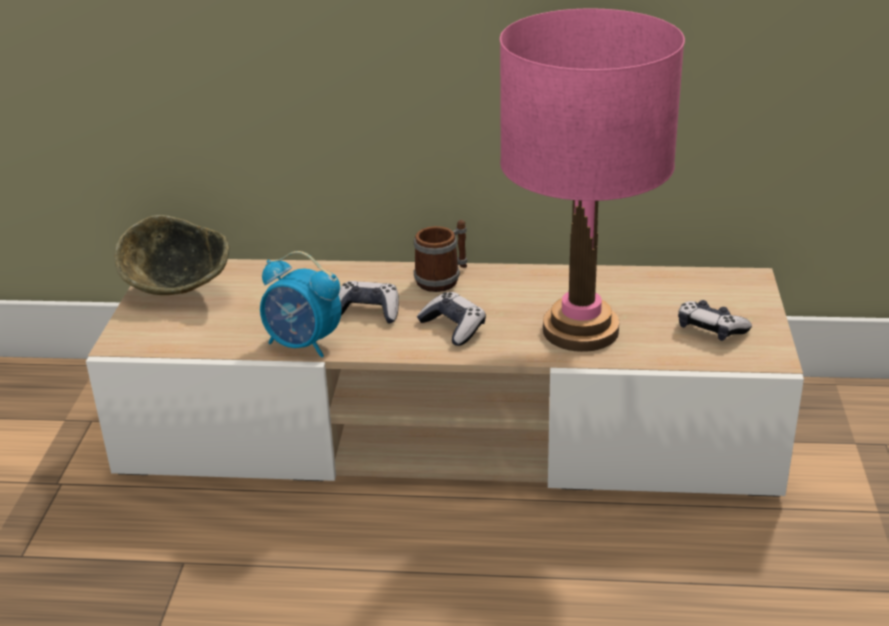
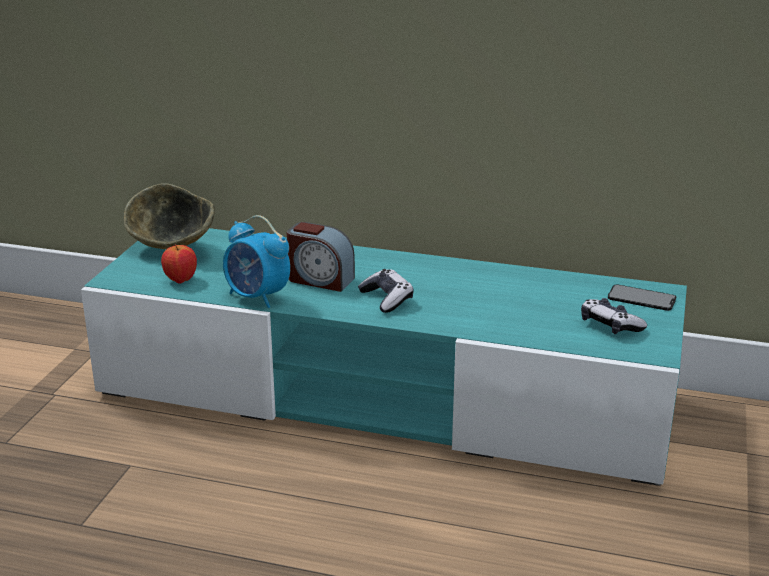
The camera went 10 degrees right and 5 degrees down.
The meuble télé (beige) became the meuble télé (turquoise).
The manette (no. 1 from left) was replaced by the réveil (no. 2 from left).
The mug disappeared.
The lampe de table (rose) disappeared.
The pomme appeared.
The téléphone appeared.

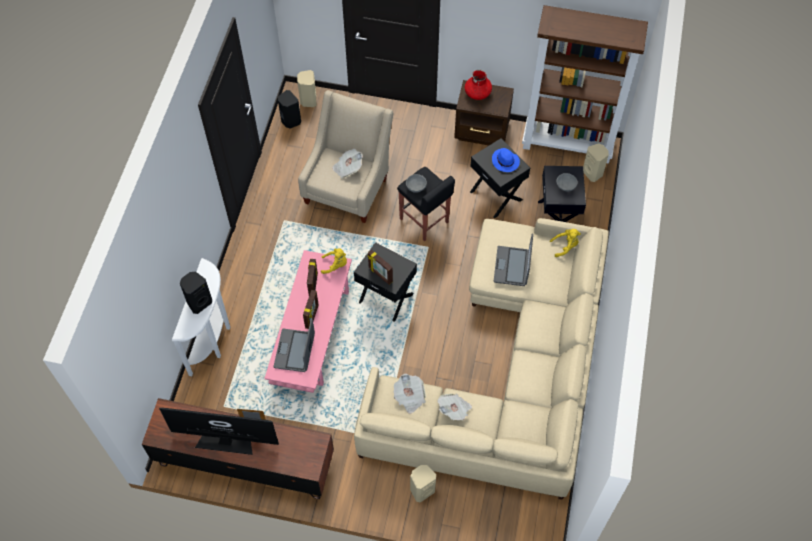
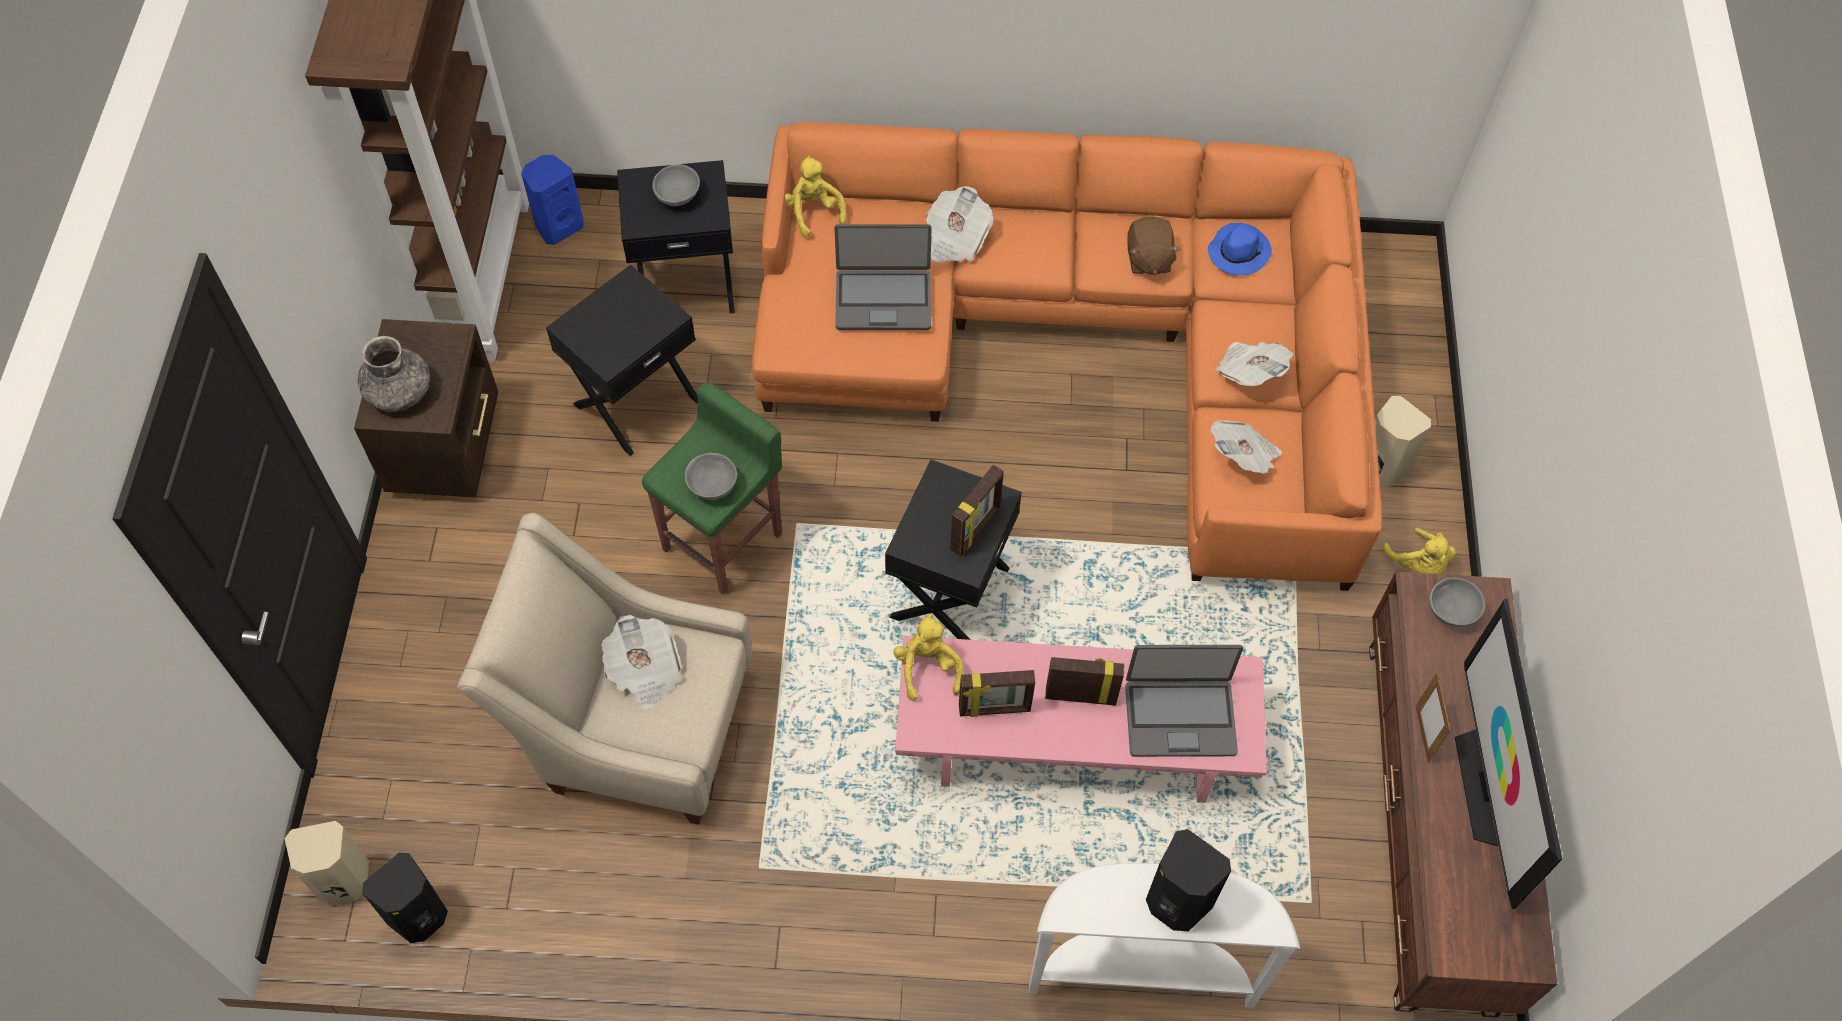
The camera went 100 degrees left and 0 degrees up.
The canapé (beige) became the canapé (orange).
The tabouret (noir) became the tabouret (vert).
The vase (rouge) became the vase (gris).
The chapeau (bleu) moved.
The enceinte (beige) (no. 3 from left) became the enceinte (bleu).
The journal (no. 2 from left) appeared.
The peluche (marron) appeared.
The peluche (jaune) (no. 3 from left) appeared.
The bol (gris) (no. 3 from left) appeared.

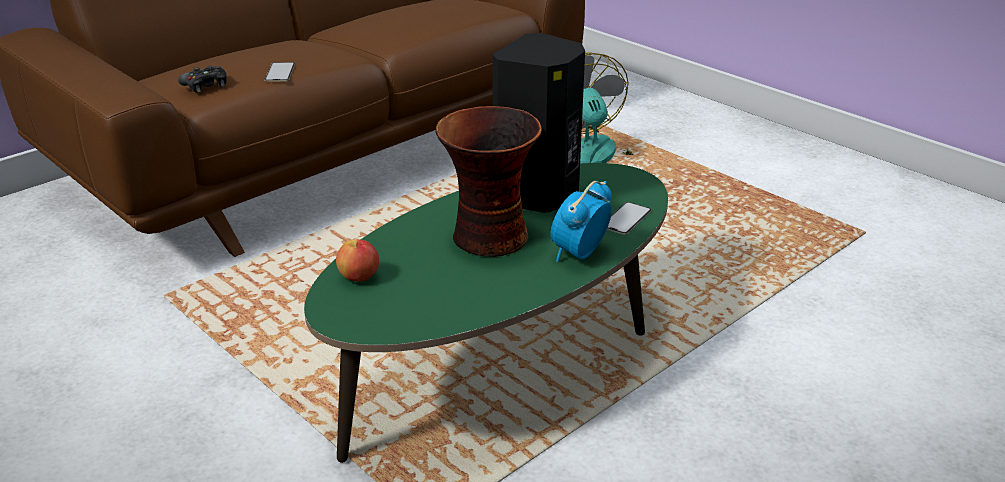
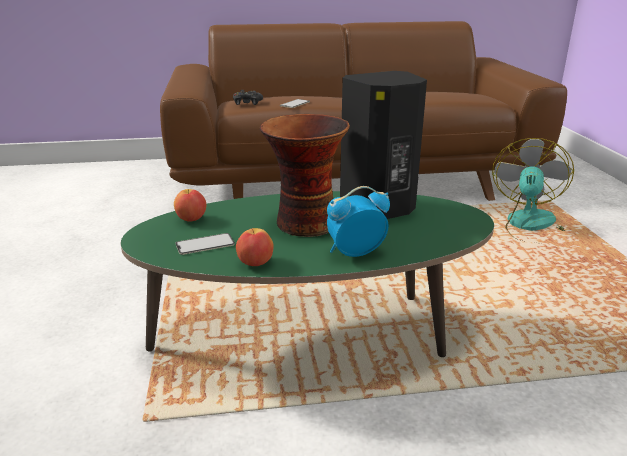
The camera went 35 degrees right and 5 degrees down.
The téléphone (no. 2 from left in the first image) moved.
The pomme (no. 2 from left) appeared.

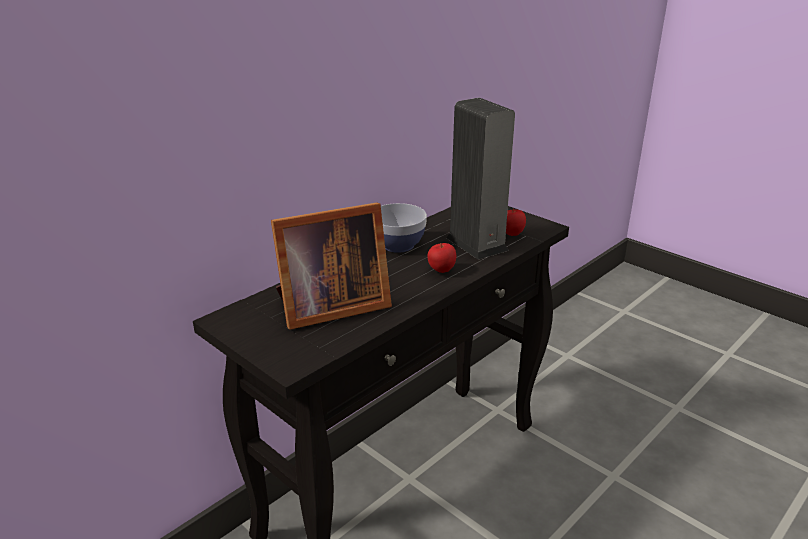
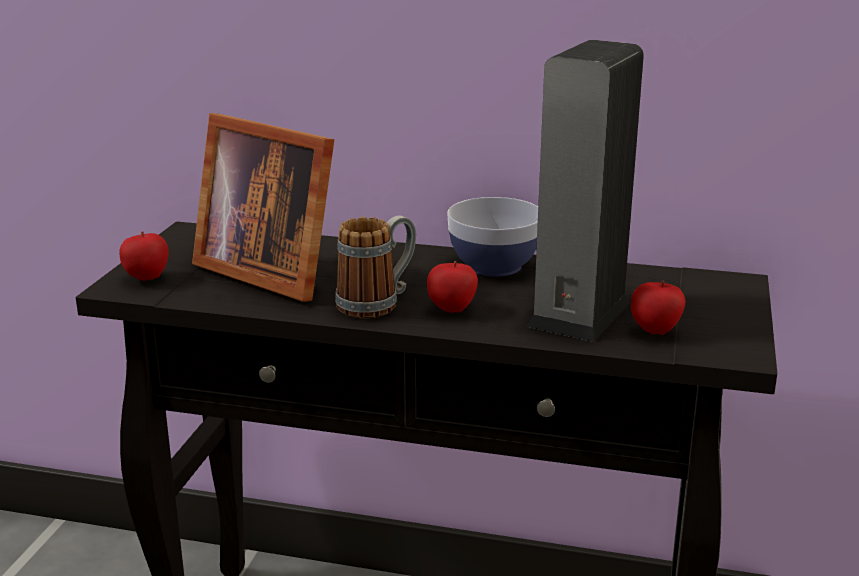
The camera went 60 degrees right and 5 degrees down.
The pomme (no. 1 from left) appeared.
The mug appeared.

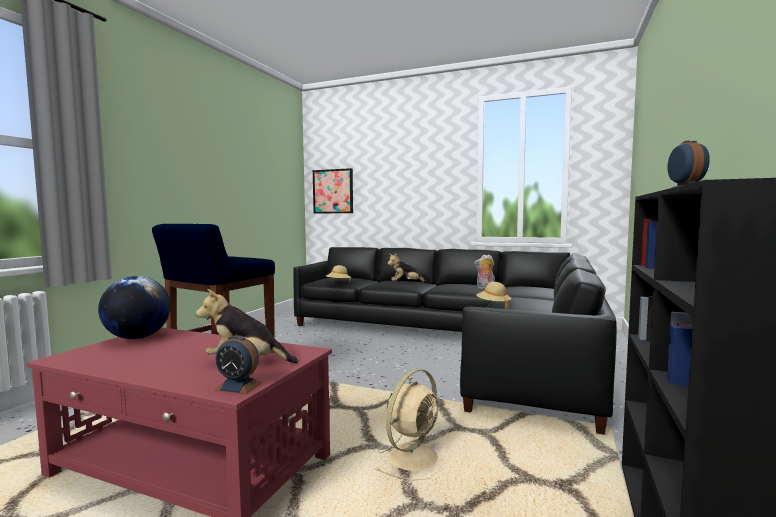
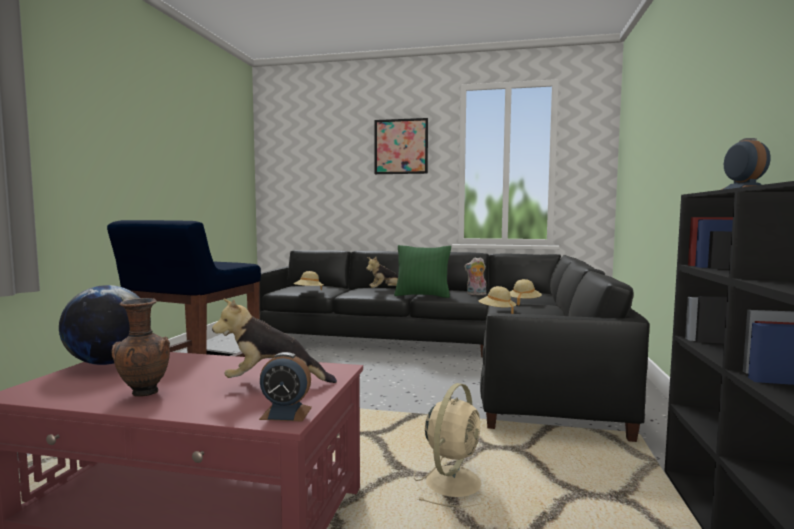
The camera went 10 degrees left and 0 degrees up.
The tableau moved.
The vase (marron) appeared.
The coussin (vert) appeared.
The chapeau (beige) (no. 3 from left) appeared.

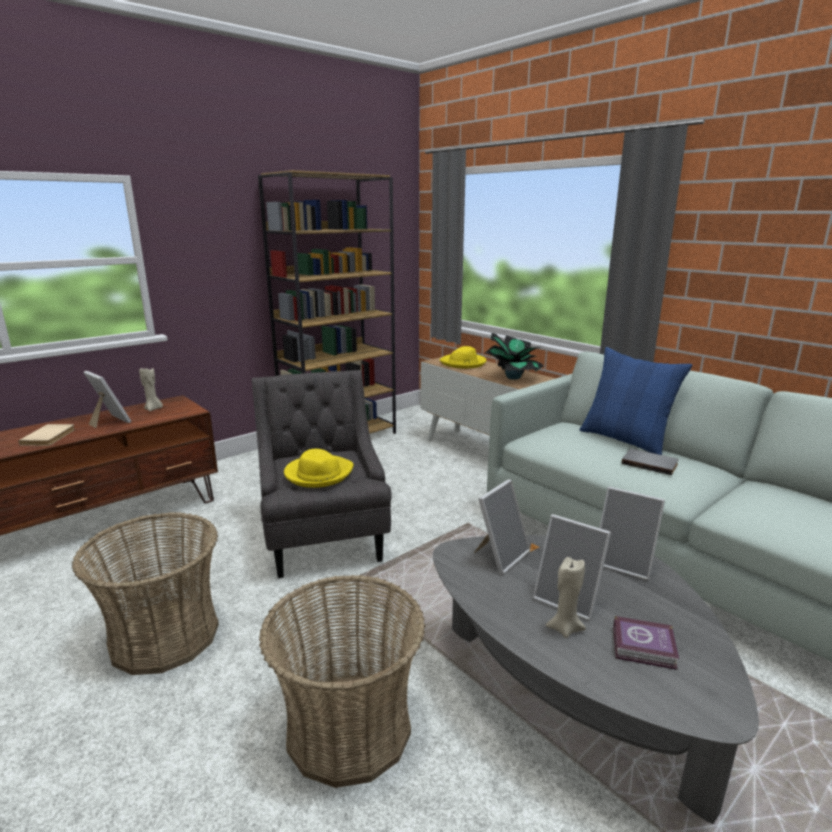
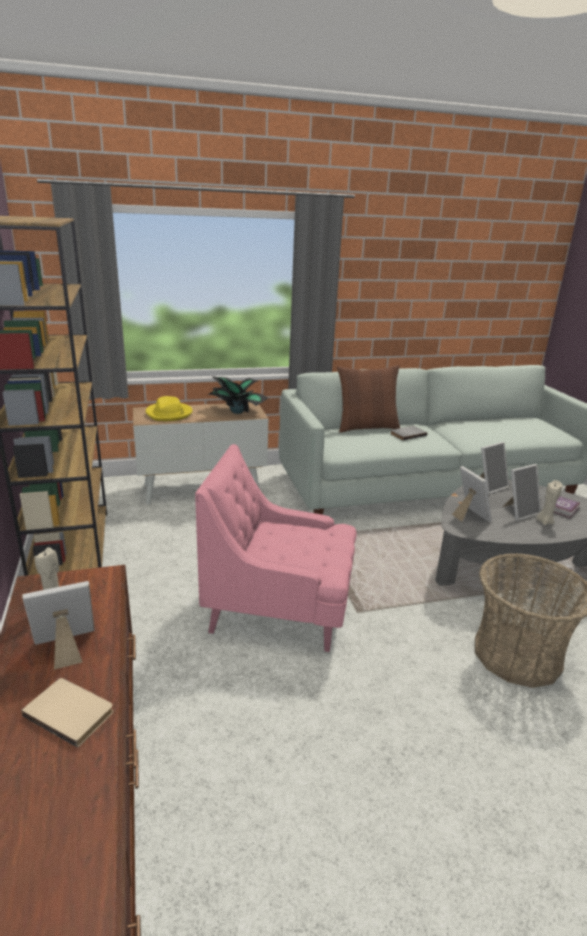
The camera went 65 degrees left and 5 degrees up.
The panier (no. 1 from left) disappeared.
The fauteuil (gris) became the fauteuil (rose).
The chapeau (jaune) (no. 1 from left) disappeared.
The coussin (bleu) became the coussin (marron).

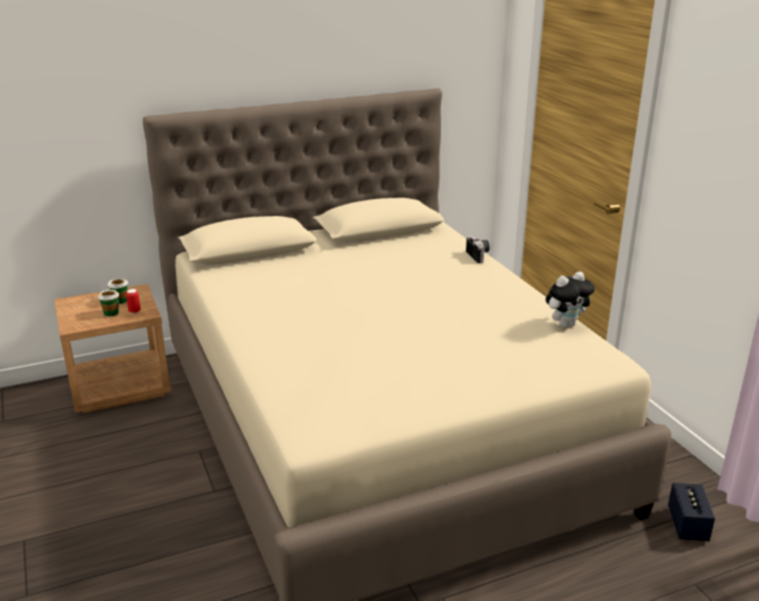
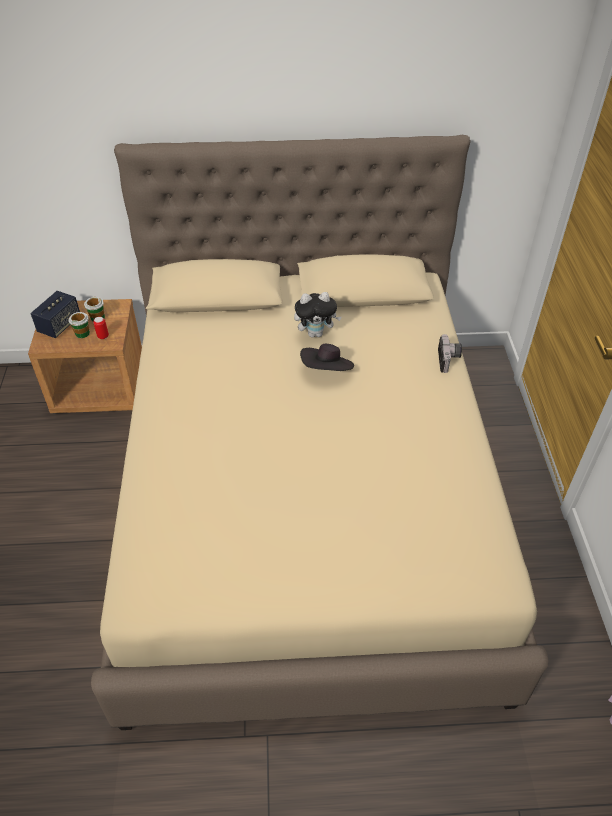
The camera went 20 degrees right and 20 degrees up.
The peluche moved.
The enceinte moved.
The chapeau (noir) appeared.

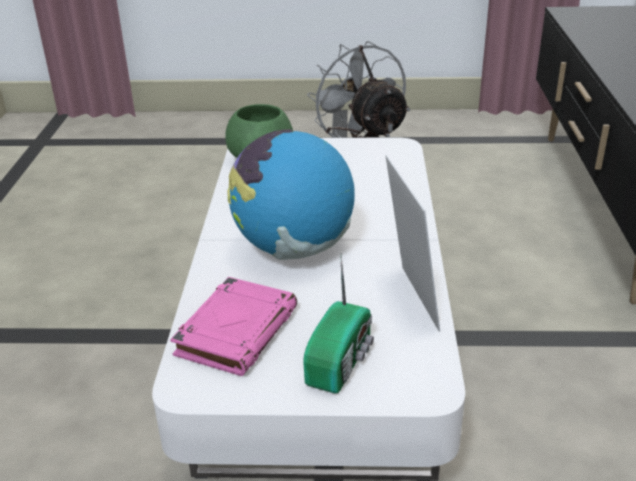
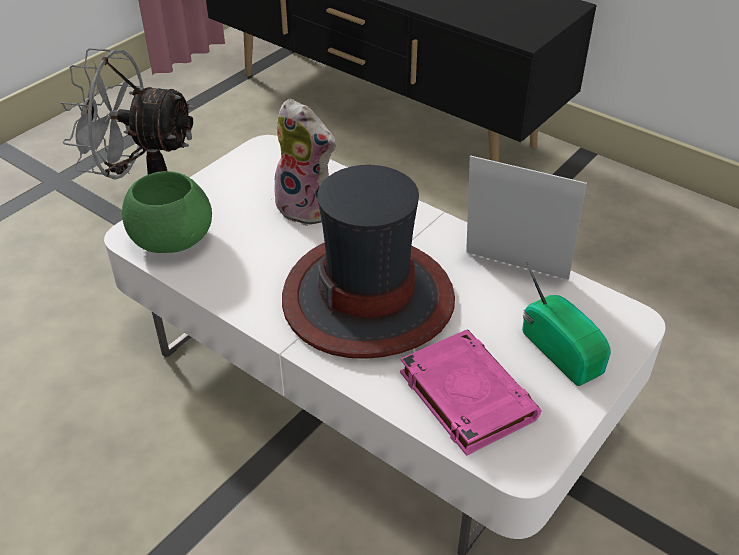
The camera went 55 degrees left and 10 degrees up.
The globe was replaced by the chapeau.
The peluche appeared.

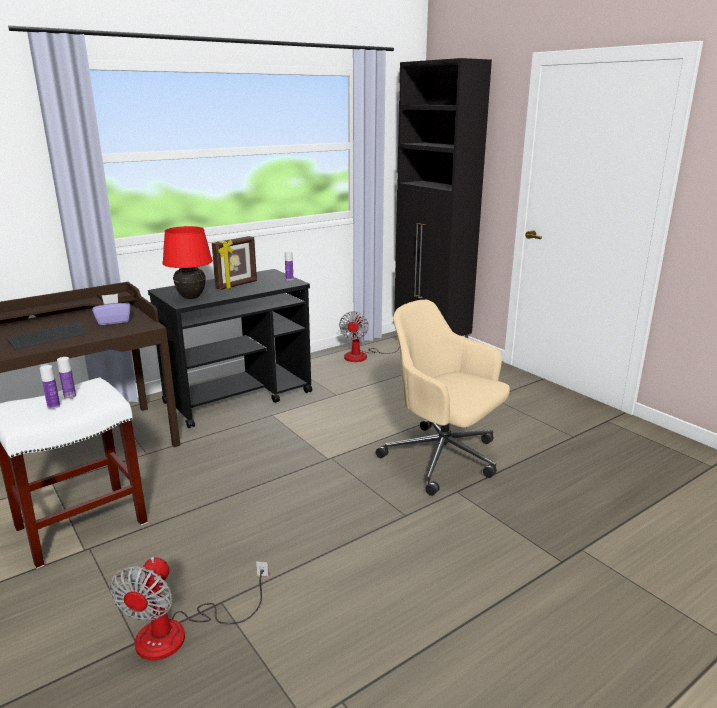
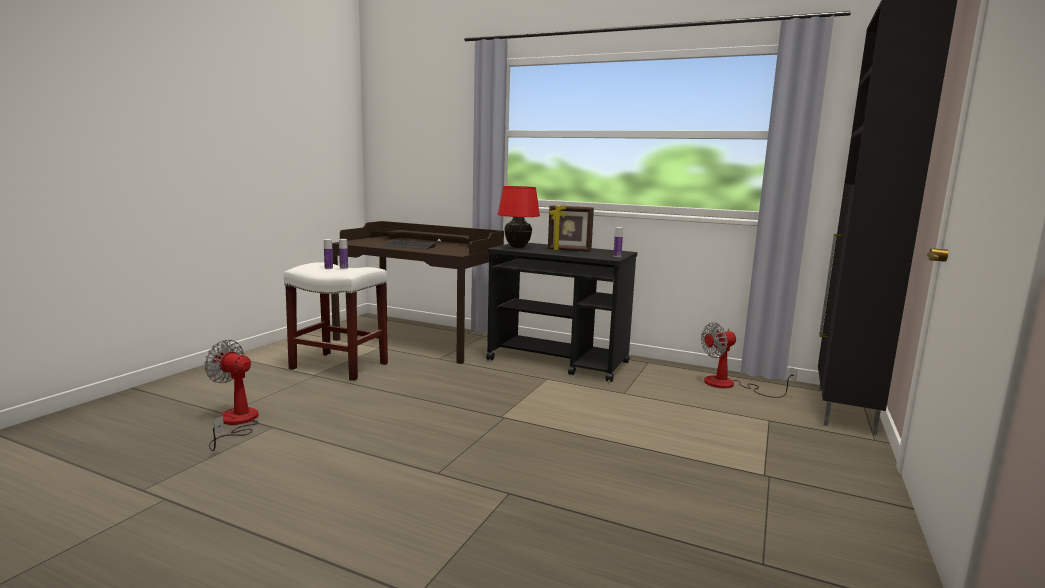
The camera went 60 degrees right and 10 degrees down.
The boîte à mouchoirs (violet) disappeared.
The ventilateur (no. 1 from left) turned 45 degrees clockwise.
The chaise de bureau (beige) disappeared.

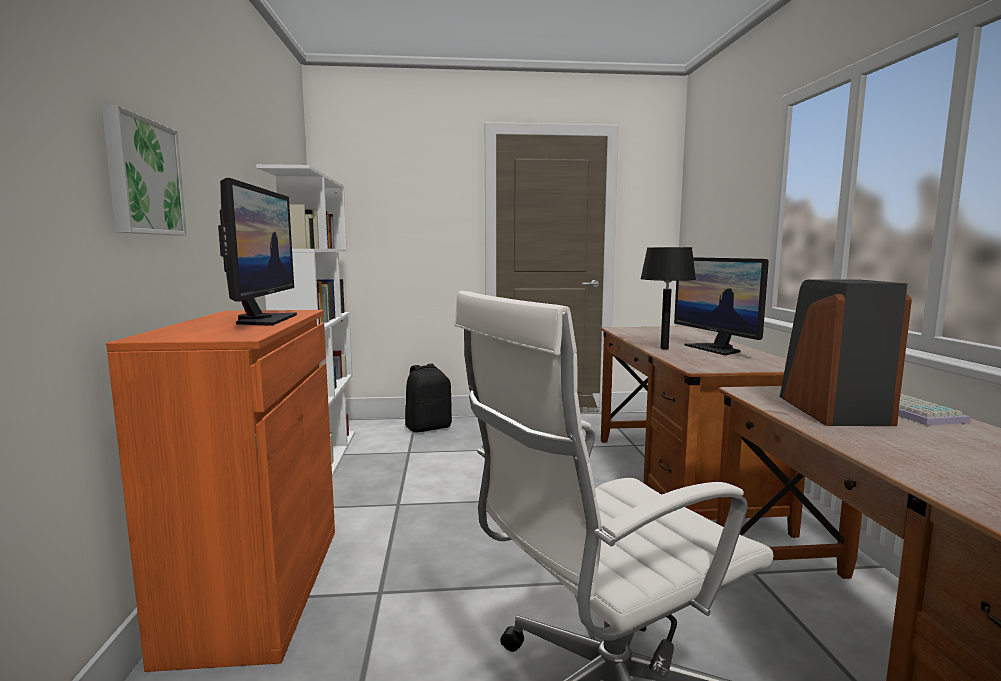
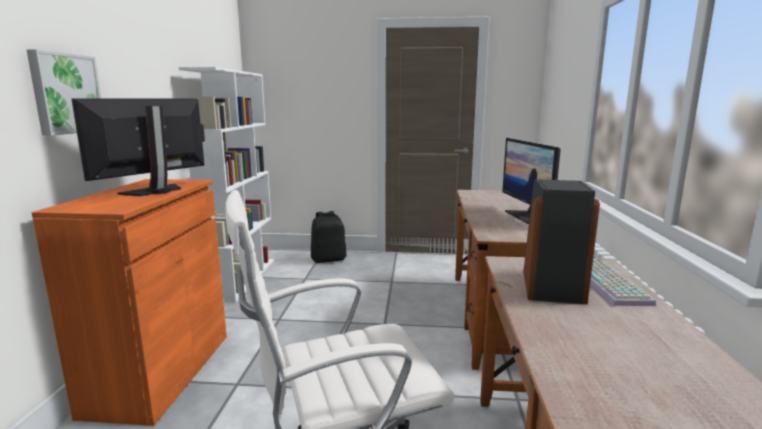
The camera went 10 degrees right and 5 degrees up.
The écran d'ordinateur (no. 1 from left) turned 150 degrees counterclockwise.
The lampe de table (noir) disappeared.

